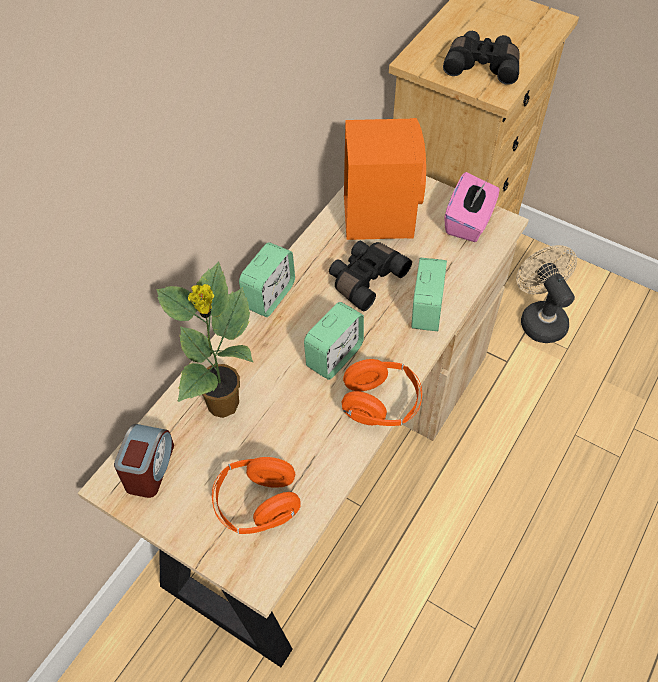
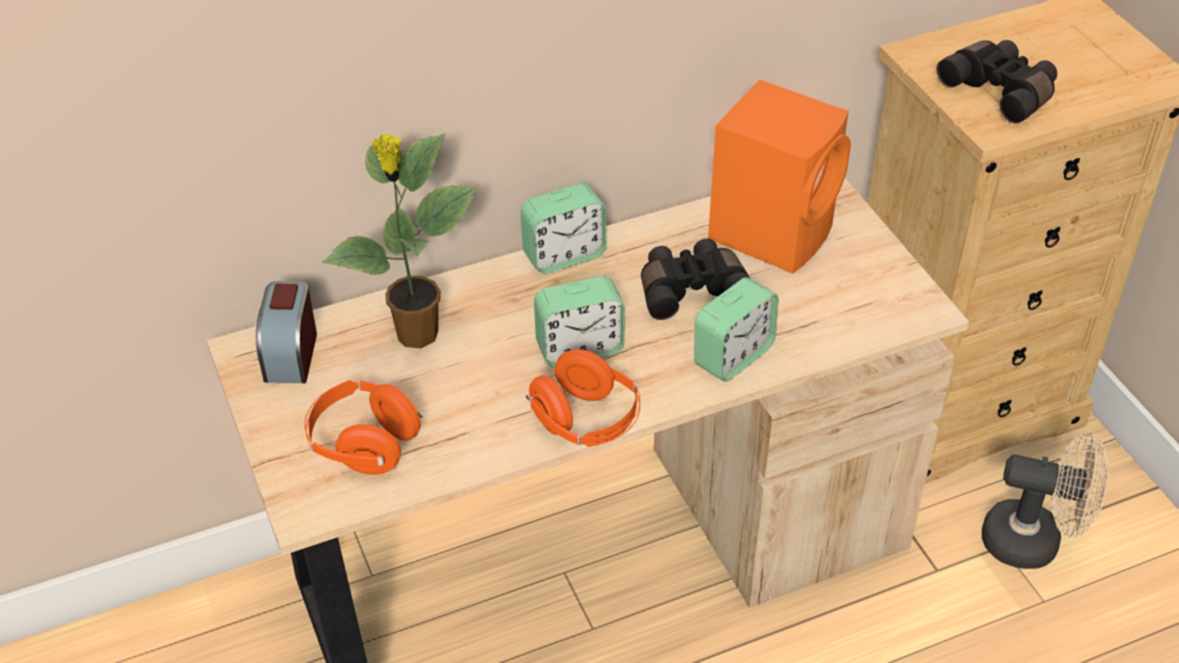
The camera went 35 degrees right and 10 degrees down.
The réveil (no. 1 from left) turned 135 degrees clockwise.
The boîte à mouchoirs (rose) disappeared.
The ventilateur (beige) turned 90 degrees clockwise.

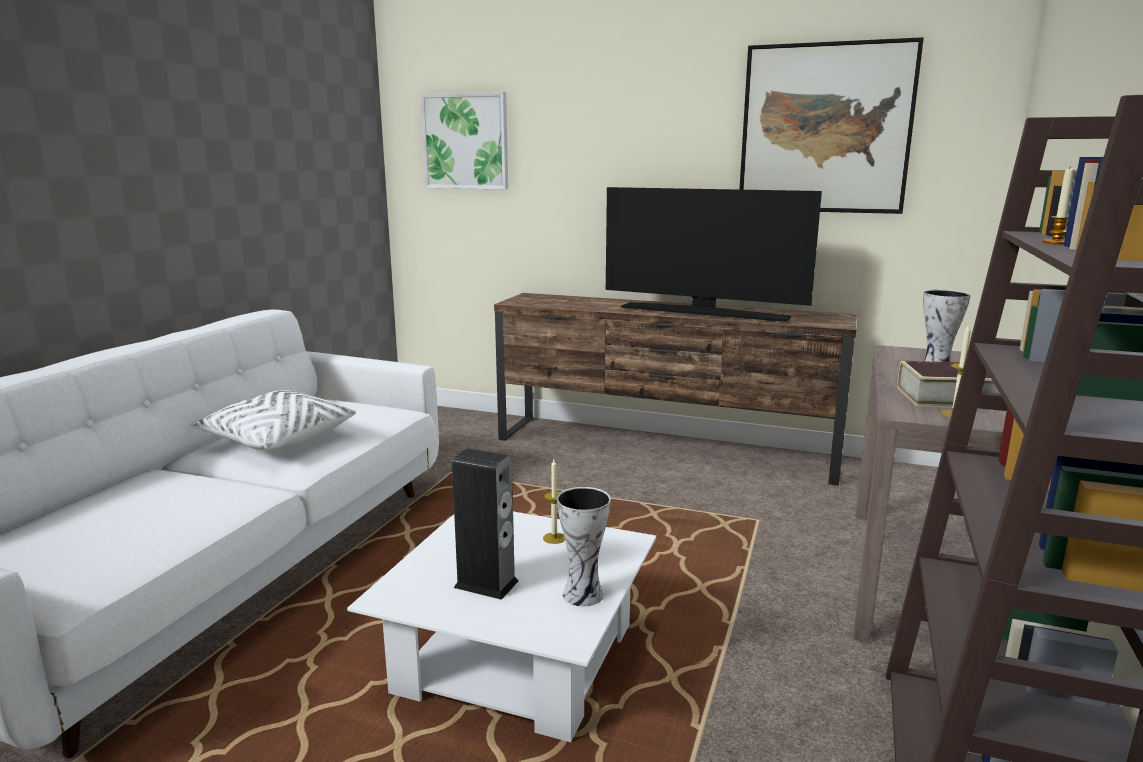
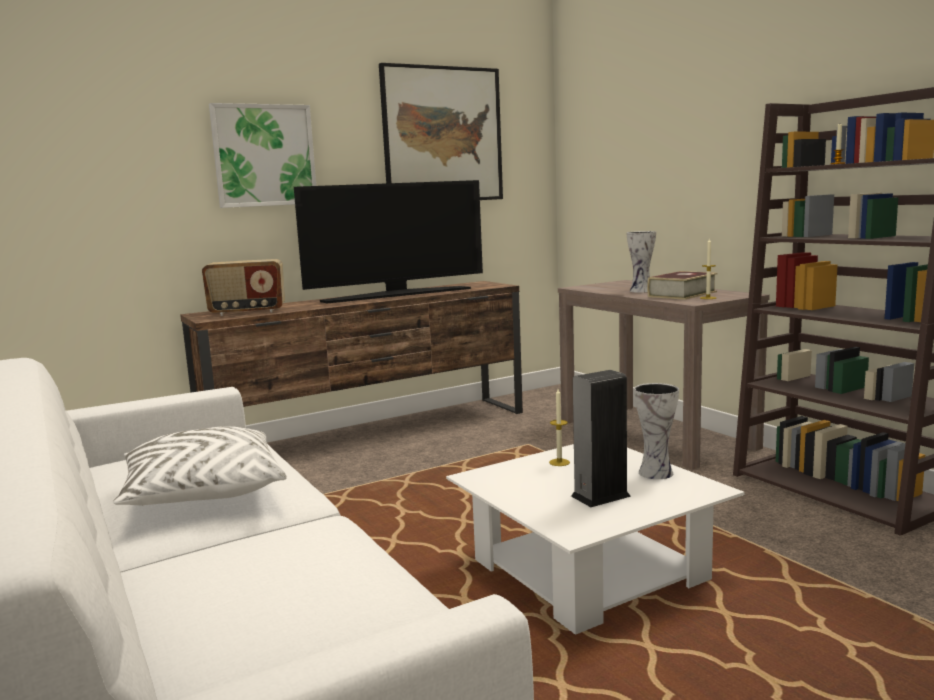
The camera went 50 degrees left and 5 degrees down.
The tableau (no. 1 from left) moved.
The radio appeared.

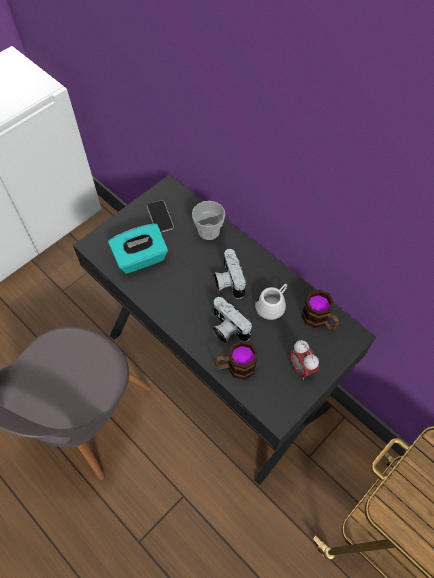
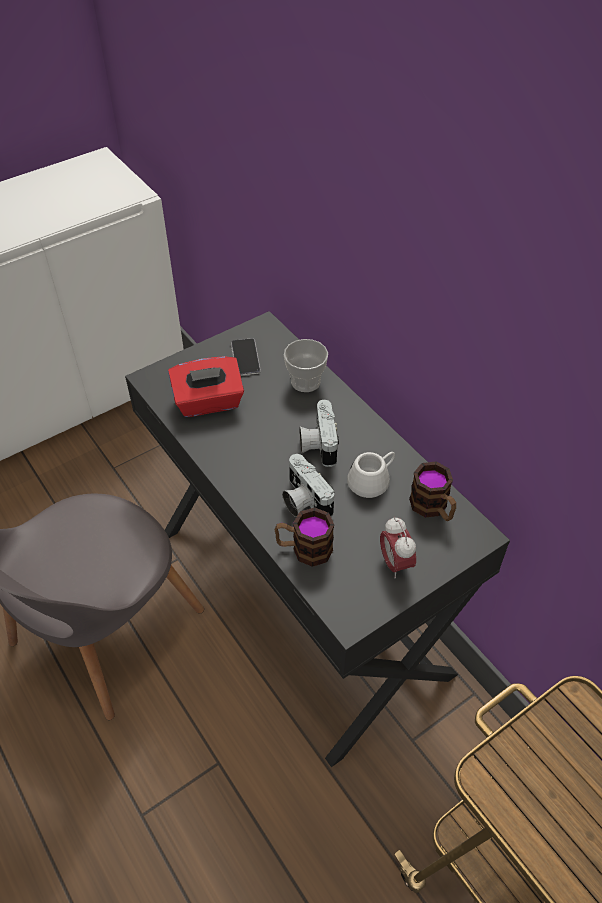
The camera went 10 degrees right and 10 degrees down.
The boîte à mouchoirs (turquoise) became the boîte à mouchoirs (rouge).

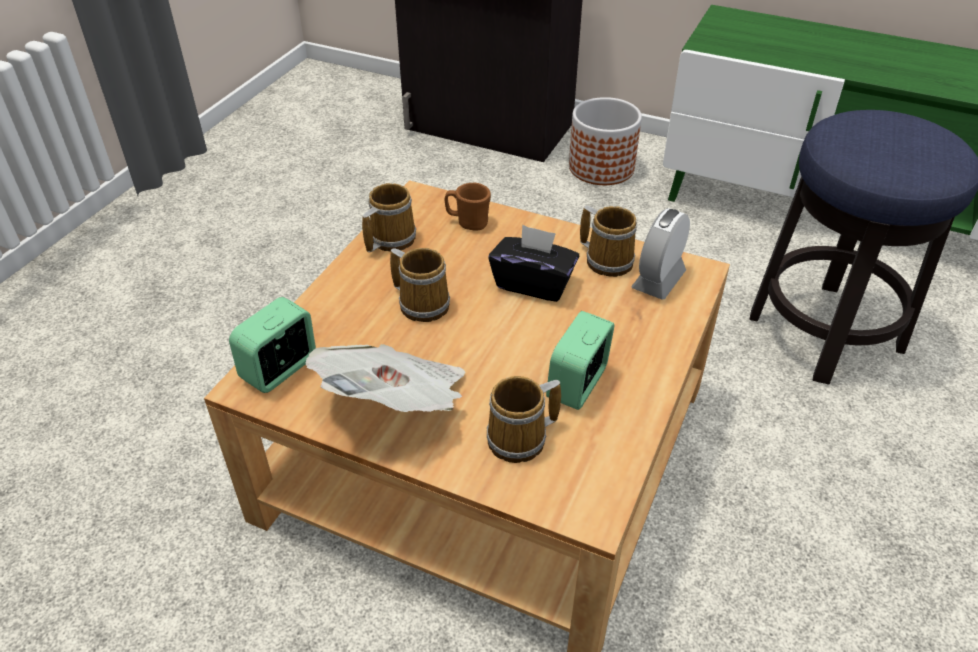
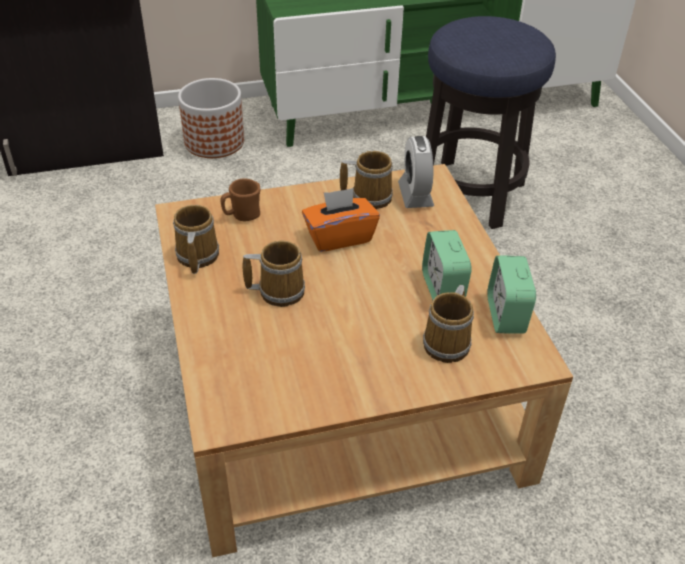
The camera went 40 degrees left and 0 degrees up.
The réveil (no. 1 from left in the first image) moved.
The journal disappeared.
The boîte à mouchoirs (noir) became the boîte à mouchoirs (orange).

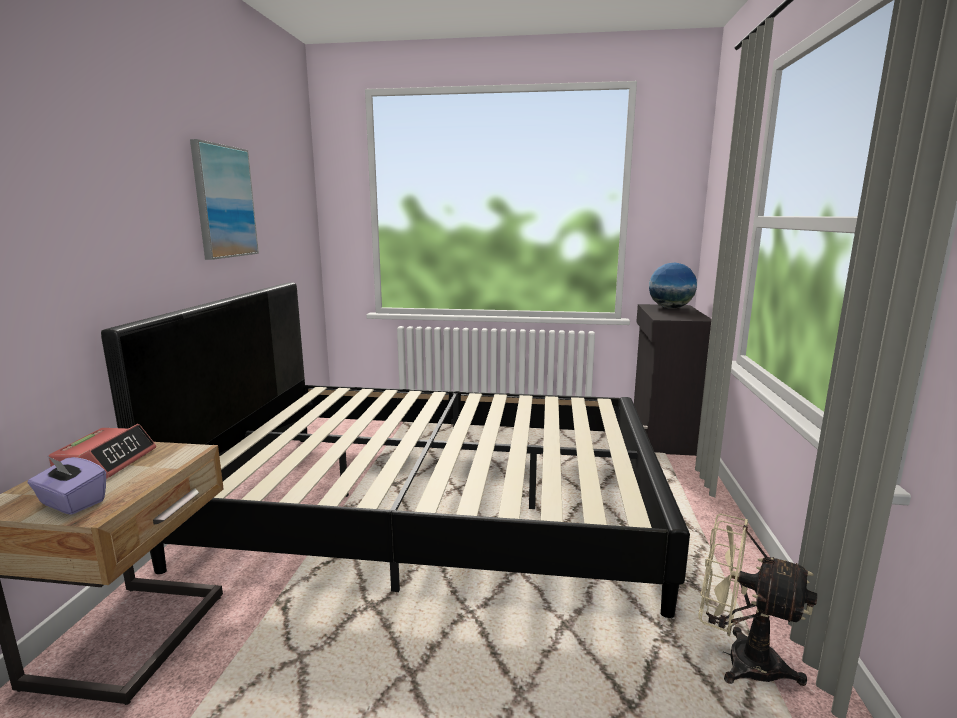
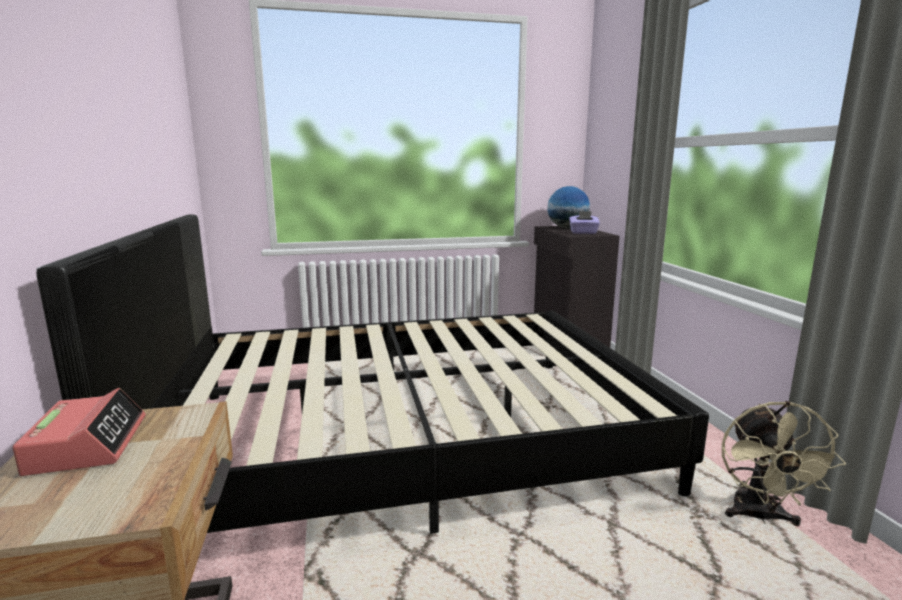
The camera went 20 degrees left and 0 degrees up.
The boîte à mouchoirs (violet) moved.
The tableau disappeared.
The ventilateur (beige) turned 90 degrees counterclockwise.

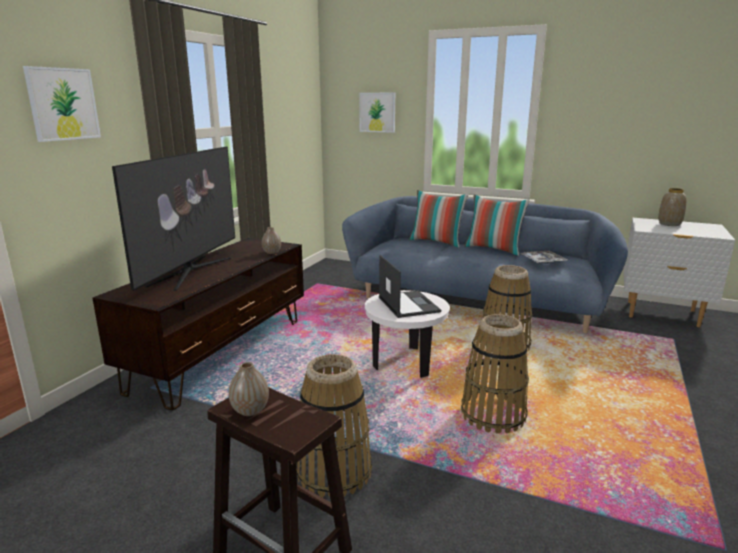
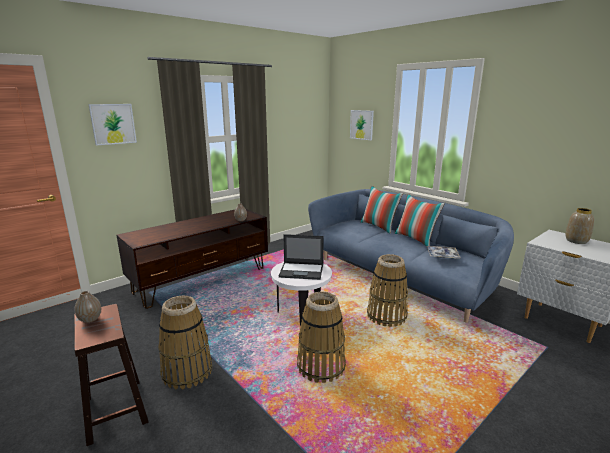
The camera went 25 degrees right and 0 degrees up.
The téléviseur disappeared.
The ordinateur portable turned 90 degrees clockwise.

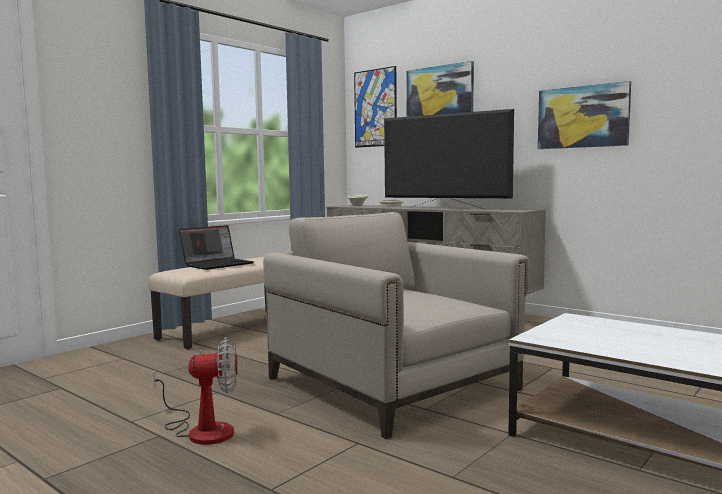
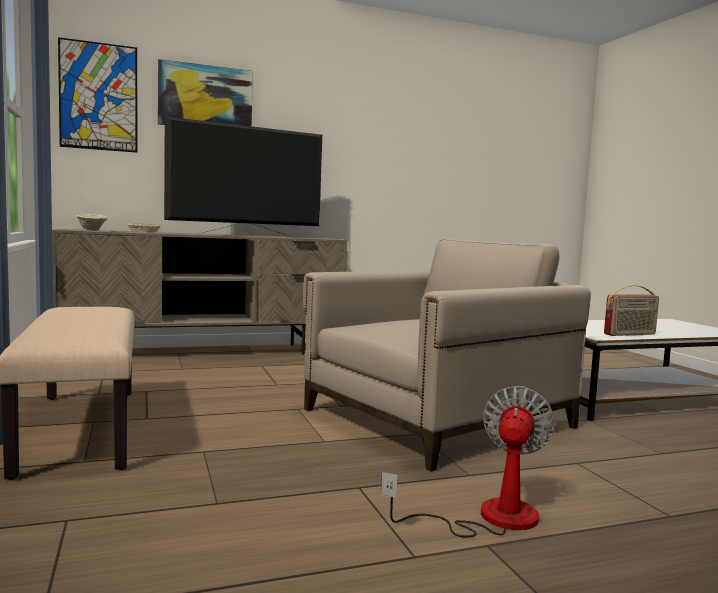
The camera went 60 degrees left and 0 degrees up.
The ordinateur portable disappeared.
The fauteuil (beige) turned 150 degrees clockwise.
The tableau (no. 3 from left) disappeared.
The radio appeared.

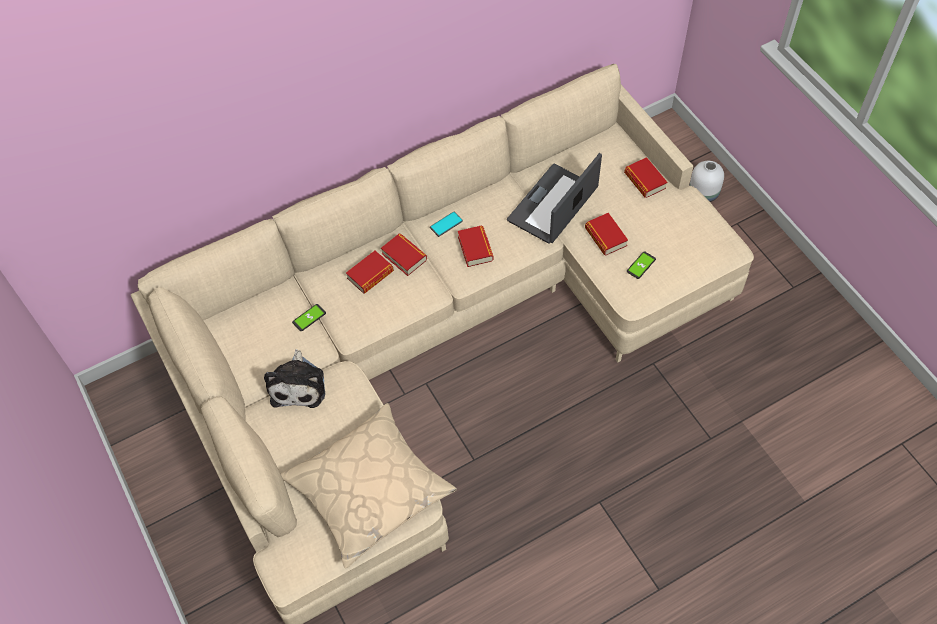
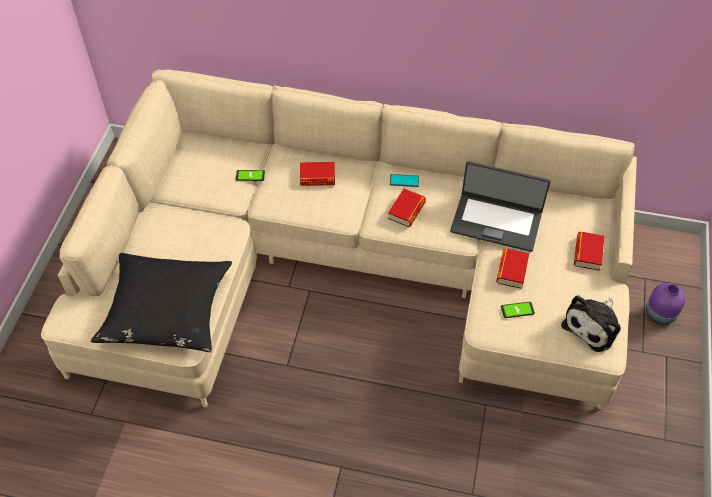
The camera went 40 degrees right and 5 degrees down.
The peluche moved.
The coussin (beige) became the coussin (noir).
The livre (no. 2 from left) disappeared.
The ordinateur portable turned 150 degrees counterclockwise.
The vase (blanc) became the vase (violet).

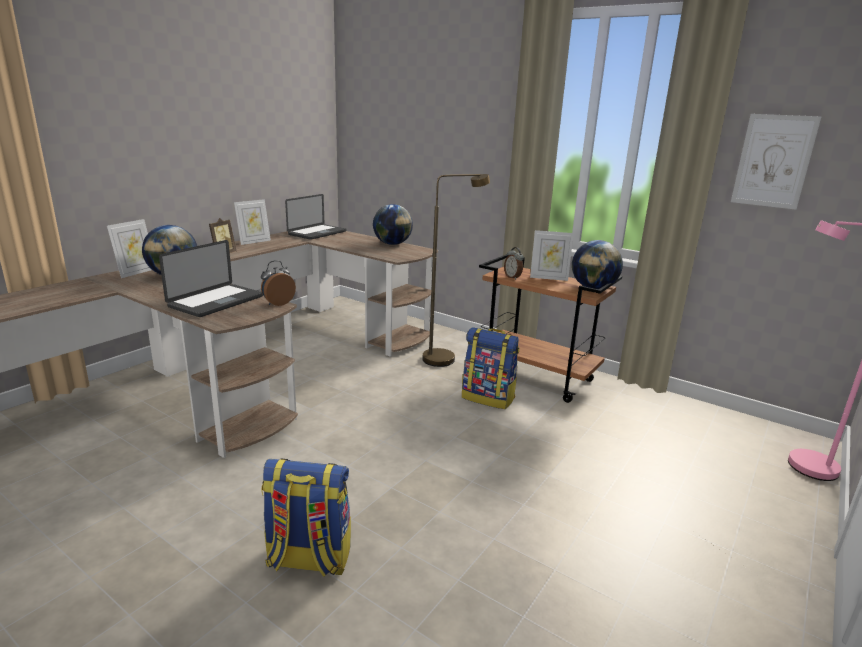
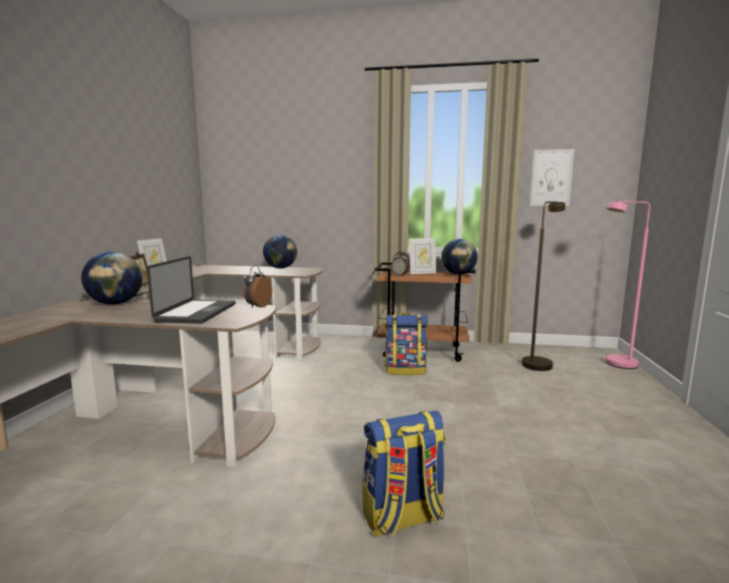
The camera went 25 degrees left and 10 degrees down.
The cadre photo (no. 1 from left) disappeared.
The ordinateur portable (no. 2 from left) disappeared.
The lampadaire (marron) moved.

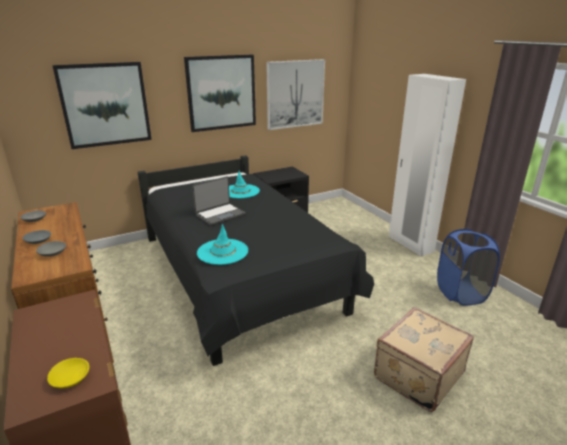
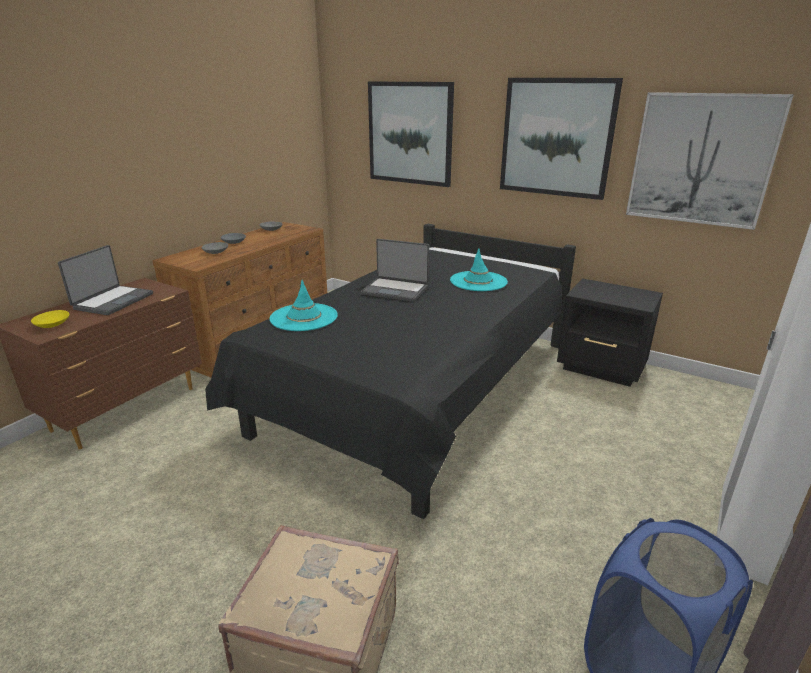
The camera went 60 degrees right and 0 degrees up.
The ordinateur portable (no. 1 from left) appeared.

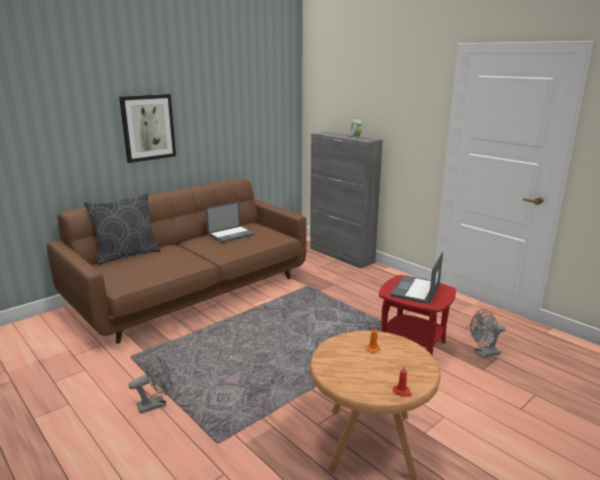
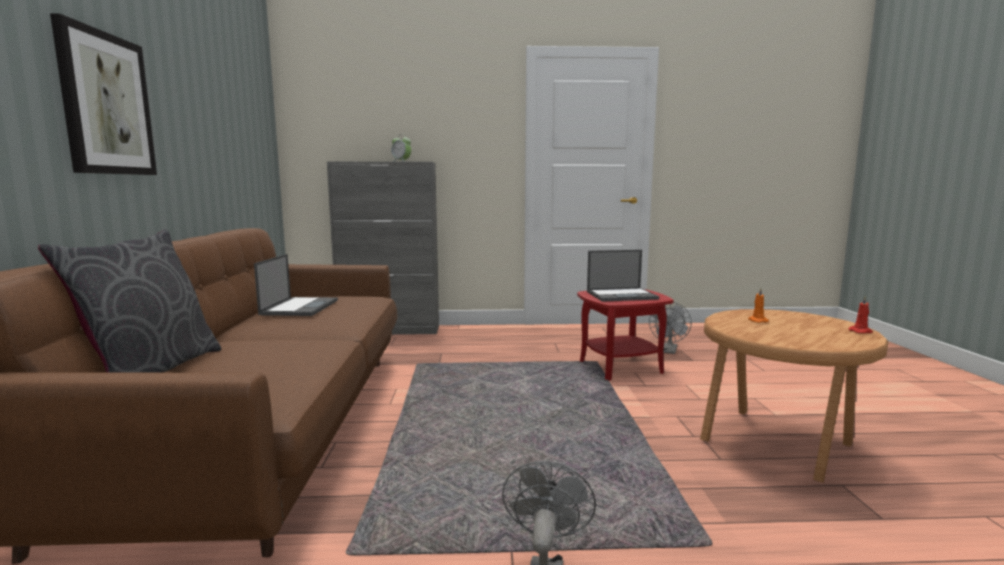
The camera went 50 degrees left and 10 degrees down.
The ordinateur portable (no. 2 from left) turned 75 degrees counterclockwise.

